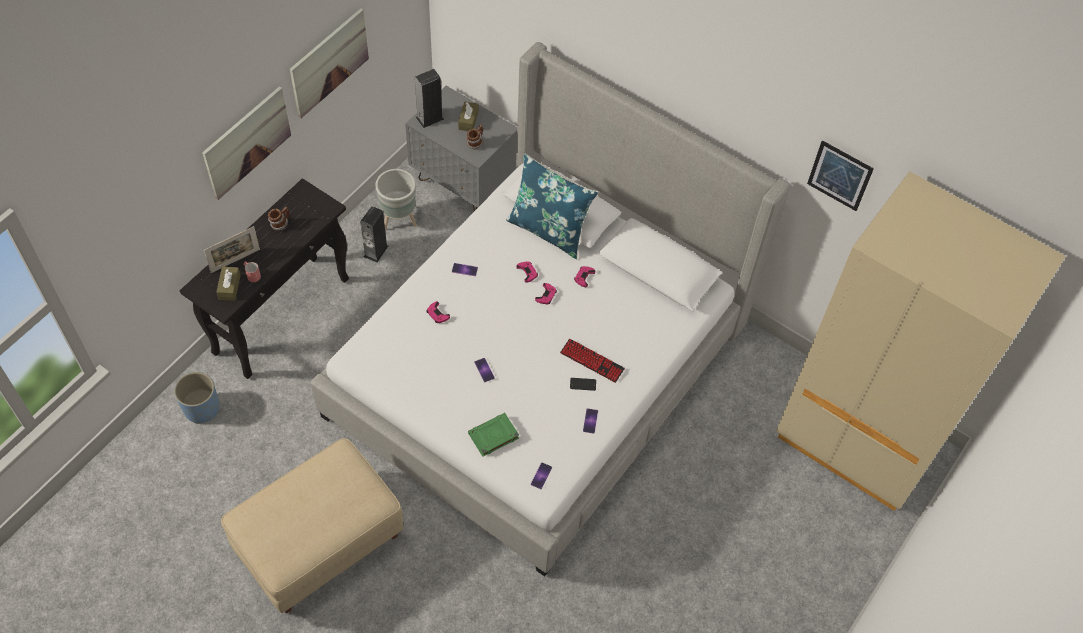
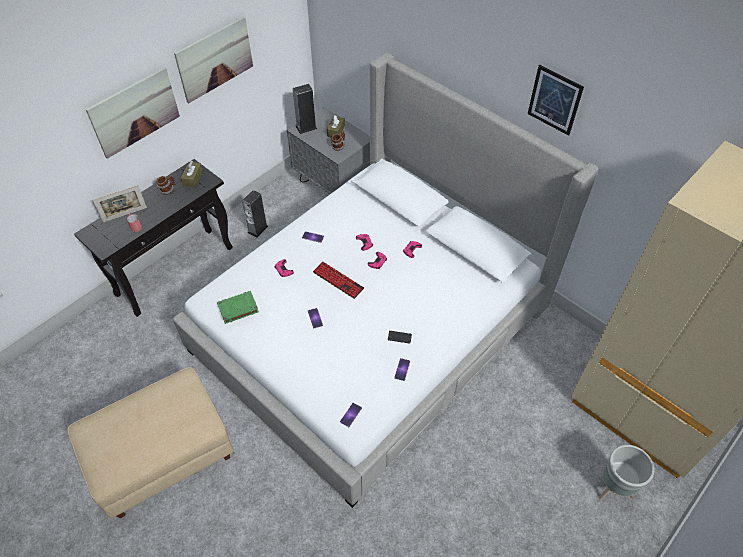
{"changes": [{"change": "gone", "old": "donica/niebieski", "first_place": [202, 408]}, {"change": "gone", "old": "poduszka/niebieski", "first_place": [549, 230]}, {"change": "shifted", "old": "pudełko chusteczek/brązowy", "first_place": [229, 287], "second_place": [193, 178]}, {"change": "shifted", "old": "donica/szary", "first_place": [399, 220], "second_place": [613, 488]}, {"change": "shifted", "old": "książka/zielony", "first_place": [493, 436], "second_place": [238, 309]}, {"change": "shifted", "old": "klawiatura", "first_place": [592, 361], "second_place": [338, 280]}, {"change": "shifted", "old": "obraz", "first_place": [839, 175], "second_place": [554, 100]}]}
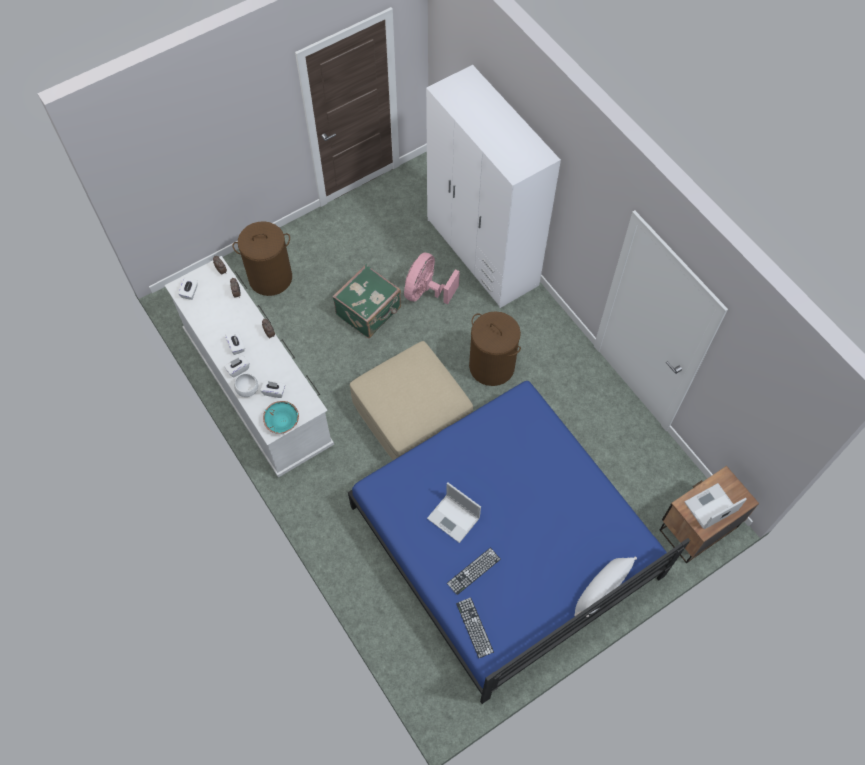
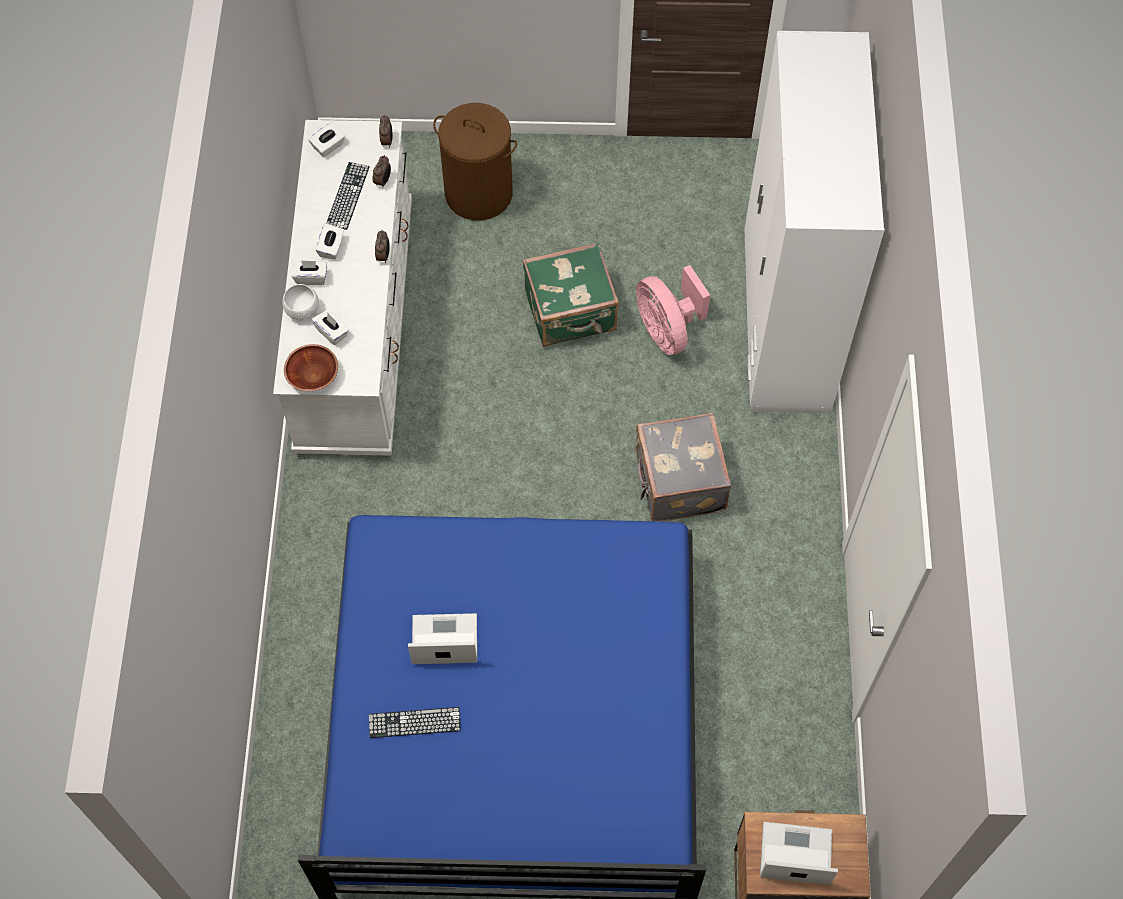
{"changes": [{"change": "gone", "old": "pufa/beżowy", "first_place": [412, 413]}, {"change": "gone", "old": "poduszka/biały", "first_place": [601, 589]}, {"change": "shifted", "old": "klawiatura", "first_place": [474, 627], "second_place": [348, 195]}, {"change": "swapped", "old": "kosz na pranie/brązowy", "new": "walizka/szary", "first_place": [492, 366], "second_place": [678, 482]}, {"change": "repainted", "old": "miska/turkusowy", "new": "miska/brązowy", "first_place": [282, 421], "second_place": [313, 375]}, {"change": "rotated", "old": "wentylator/różowy", "first_place": [426, 292], "second_place": [667, 330], "degrees": -90}, {"change": "rotated", "old": "laptop", "first_place": [454, 518], "second_place": [443, 640], "degrees": 105}]}
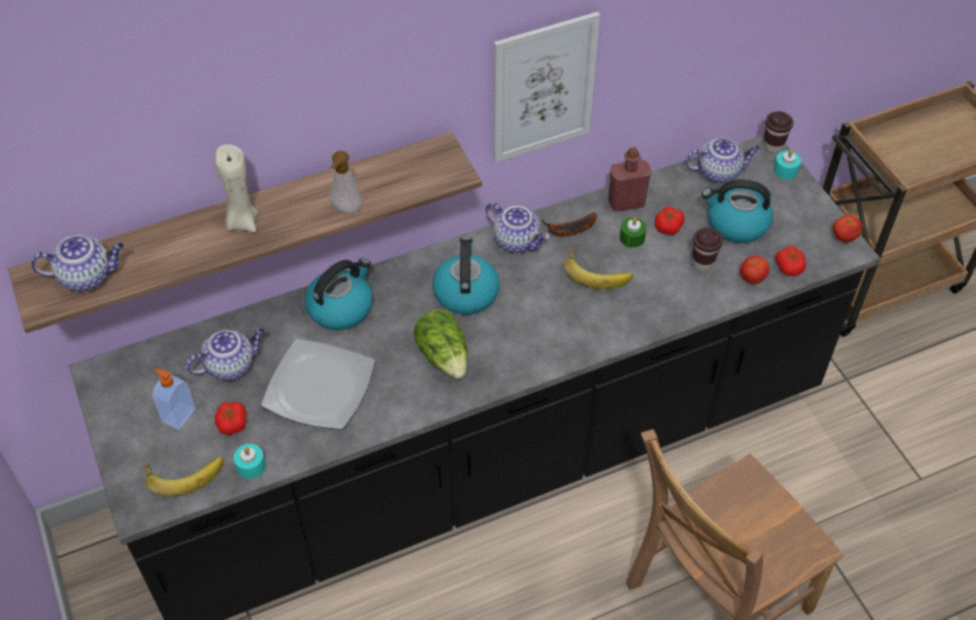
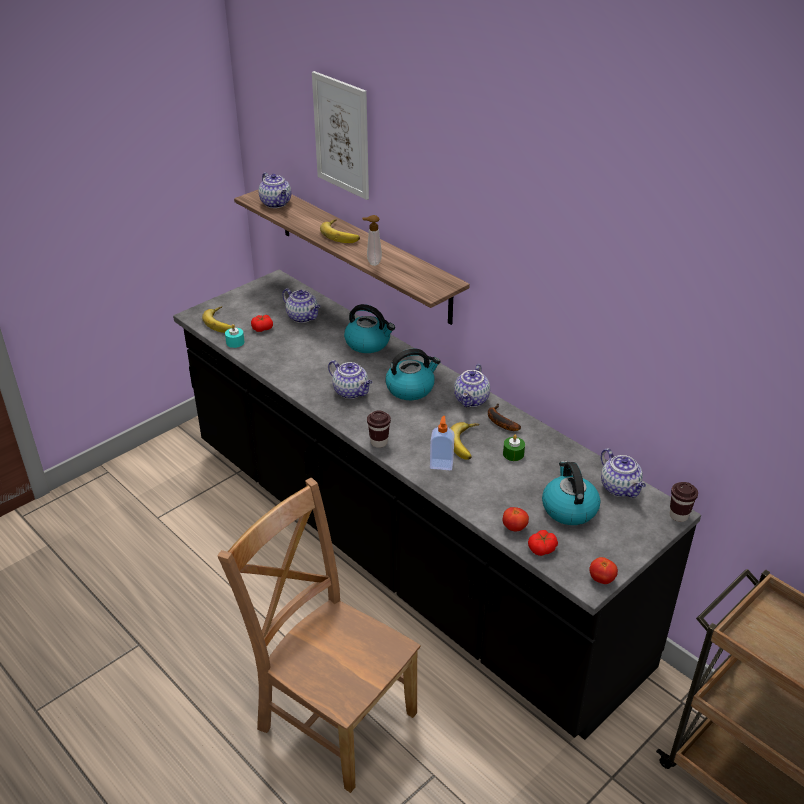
{"changes": [{"change": "gone", "old": "talerz", "first_place": [318, 388]}, {"change": "gone", "old": "butelka/czerwony", "first_place": [626, 203]}, {"change": "gone", "old": "pomidor", "first_place": [668, 226]}, {"change": "gone", "old": "świeca/turkusowy", "first_place": [785, 170]}, {"change": "shifted", "old": "dozownik mydła", "first_place": [178, 415], "second_place": [441, 464]}, {"change": "shifted", "old": "obraz", "first_place": [543, 88], "second_place": [341, 135]}, {"change": "shifted", "old": "filiżanka/brązowy", "first_place": [702, 263], "second_place": [379, 442]}, {"change": "swapped", "old": "świeca/beżowy", "new": "banan", "first_place": [242, 222], "second_place": [342, 234]}, {"change": "swapped", "old": "sałata", "new": "imbryk", "first_place": [444, 356], "second_place": [351, 392]}]}
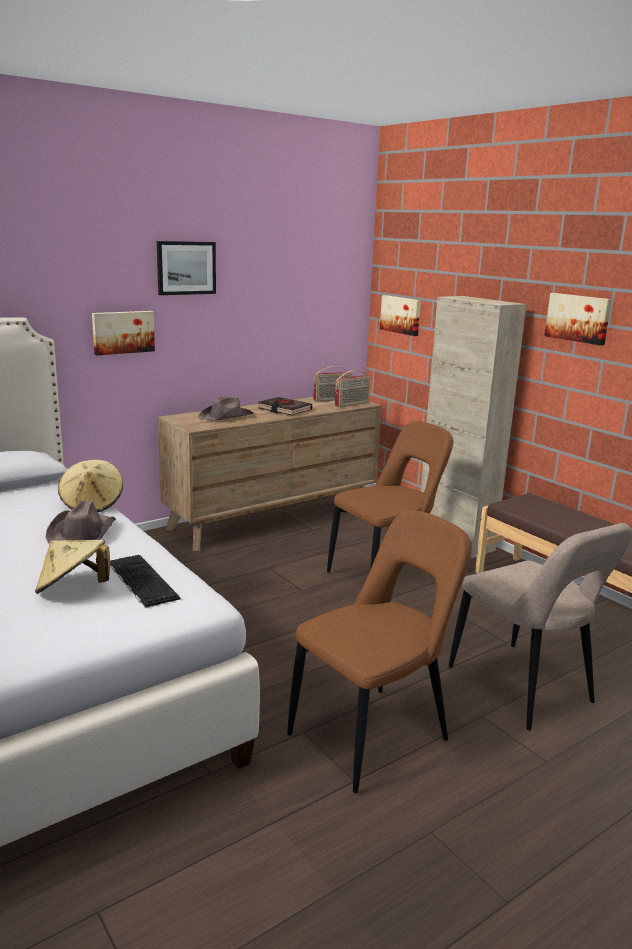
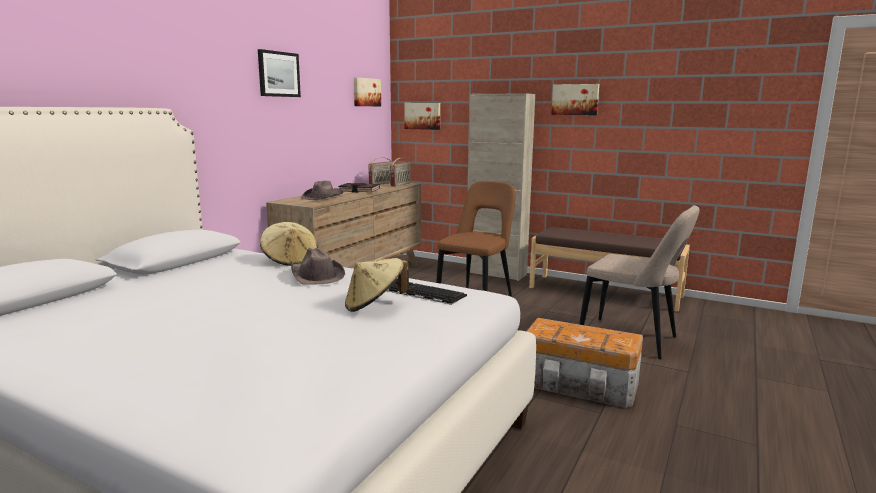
{"changes": [{"change": "shifted", "old": "obraz", "first_place": [123, 332], "second_place": [366, 92]}, {"change": "swapped", "old": "krzesło/brązowy", "new": "pojemnik do przechowywania", "first_place": [374, 734], "second_place": [580, 385]}]}
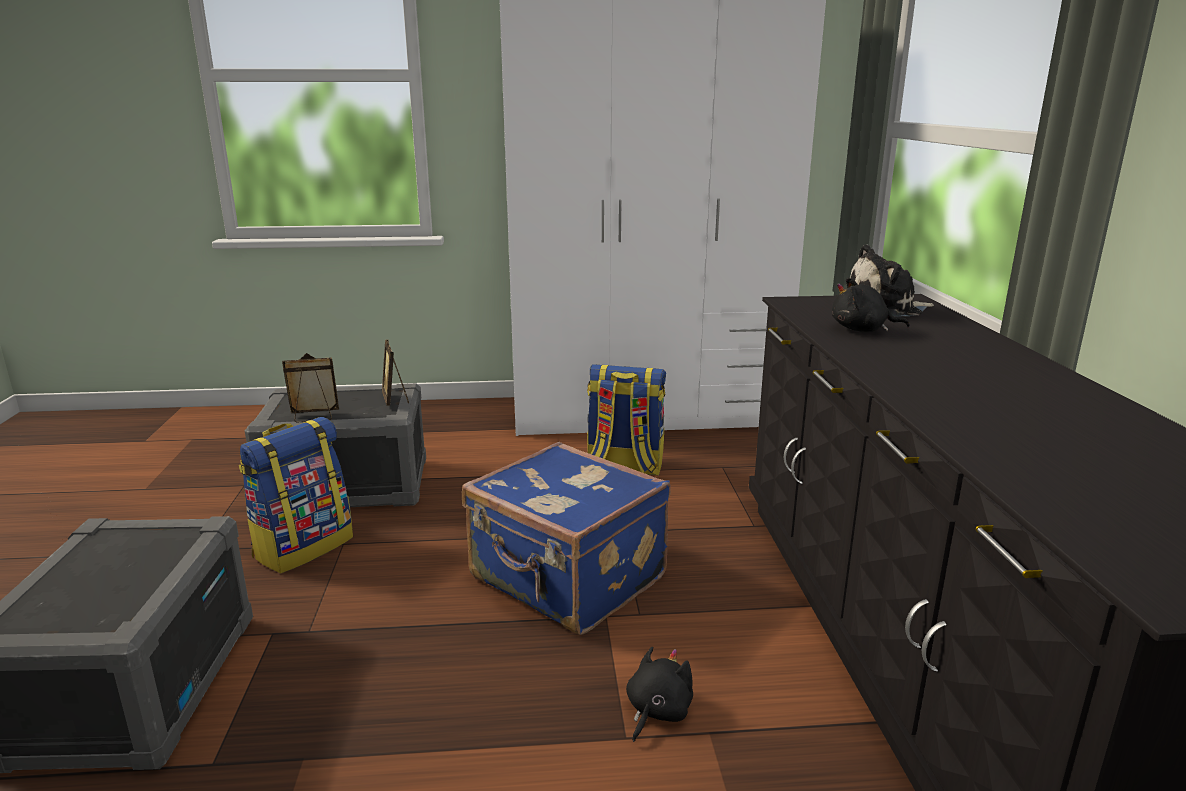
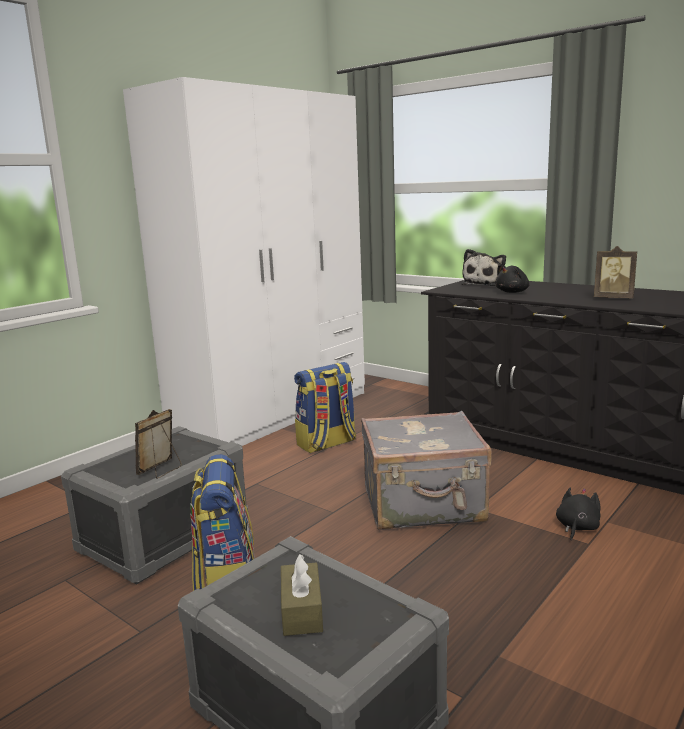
{"changes": [{"change": "new", "new": "pudełko chusteczek/brązowy", "second_place": [302, 611]}, {"change": "shifted", "old": "ramka na zdjęcie", "first_place": [395, 399], "second_place": [613, 298]}, {"change": "repainted", "old": "walizka/niebieski", "new": "walizka/szary", "first_place": [567, 580], "second_place": [424, 505]}, {"change": "rotated", "old": "pluszak/czarny", "first_place": [657, 711], "second_place": [577, 527], "degrees": 45}]}
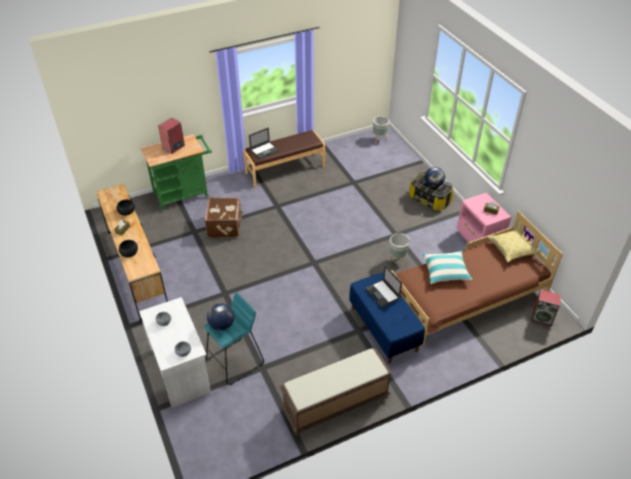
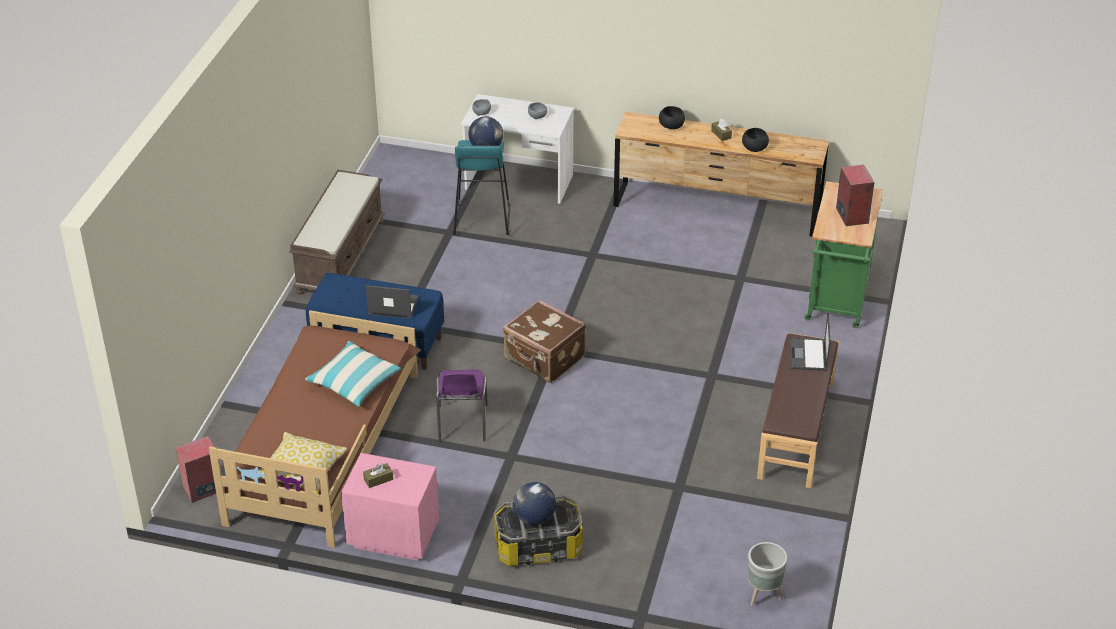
{"changes": [{"change": "shifted", "old": "walizka/brązowy", "first_place": [225, 226], "second_place": [544, 359]}, {"change": "swapped", "old": "donica/szary", "new": "krzesło/fioletowy", "first_place": [397, 261], "second_place": [462, 424]}]}
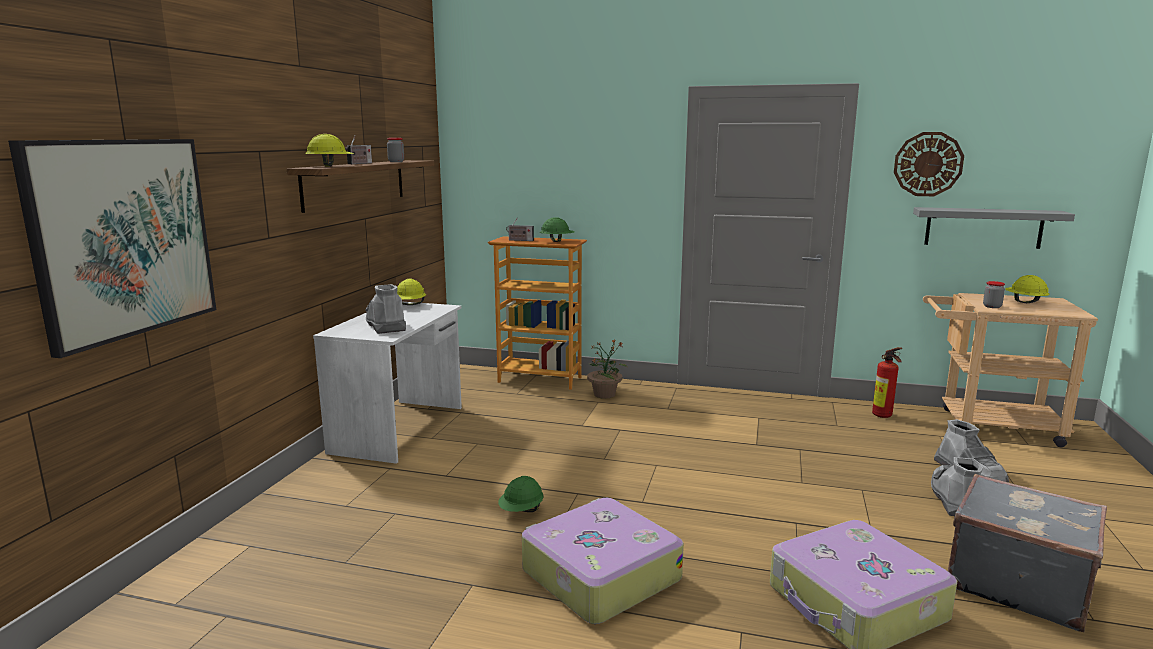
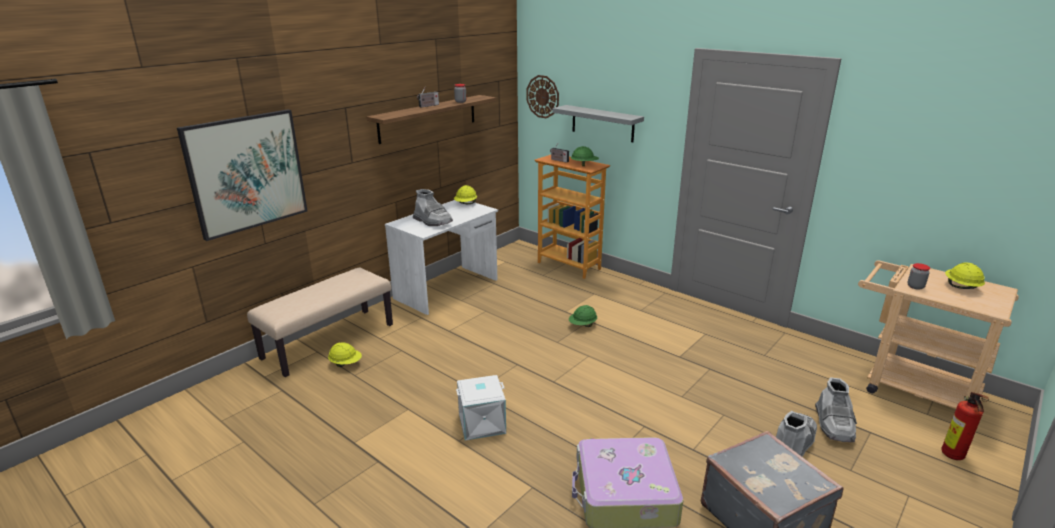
{"changes": [{"change": "gone", "old": "roślina doniczkowa", "first_place": [605, 394]}, {"change": "new", "new": "ławka/beżowy", "second_place": [329, 341]}, {"change": "shifted", "old": "kask/żółty", "first_place": [331, 166], "second_place": [346, 363]}, {"change": "shifted", "old": "kask/zielony", "first_place": [521, 511], "second_place": [582, 325]}, {"change": "shifted", "old": "gaśnica", "first_place": [883, 416], "second_place": [953, 456]}, {"change": "shifted", "old": "zegar ścienny", "first_place": [928, 164], "second_place": [542, 96]}, {"change": "shifted", "old": "półka/szary", "first_place": [983, 227], "second_place": [602, 123]}, {"change": "swapped", "old": "walizka", "new": "pojemnik do przechowywania/biały", "first_place": [599, 575], "second_place": [481, 424]}, {"change": "rotated", "old": "but z cholewką/szary", "first_place": [385, 325], "second_place": [433, 221], "degrees": 135}]}
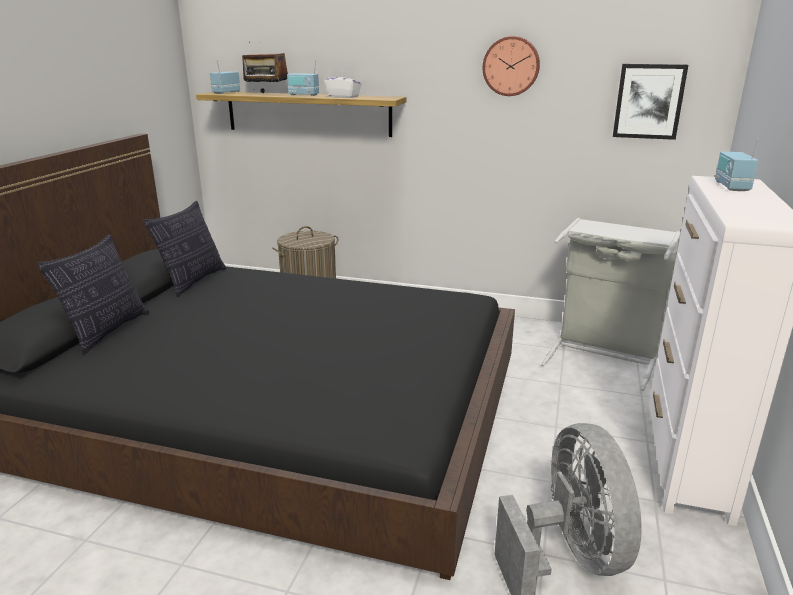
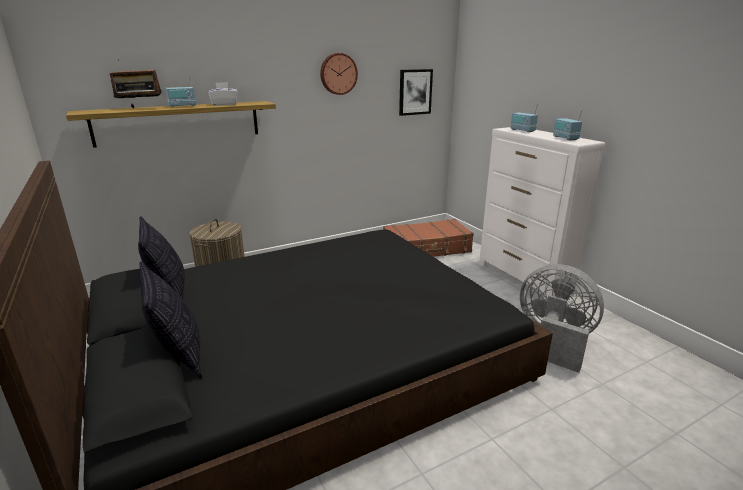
{"changes": [{"change": "shifted", "old": "radio", "first_place": [226, 92], "second_place": [565, 138]}, {"change": "swapped", "old": "kosz na pranie/szary", "new": "walizka/brązowy", "first_place": [603, 356], "second_place": [427, 249]}]}
